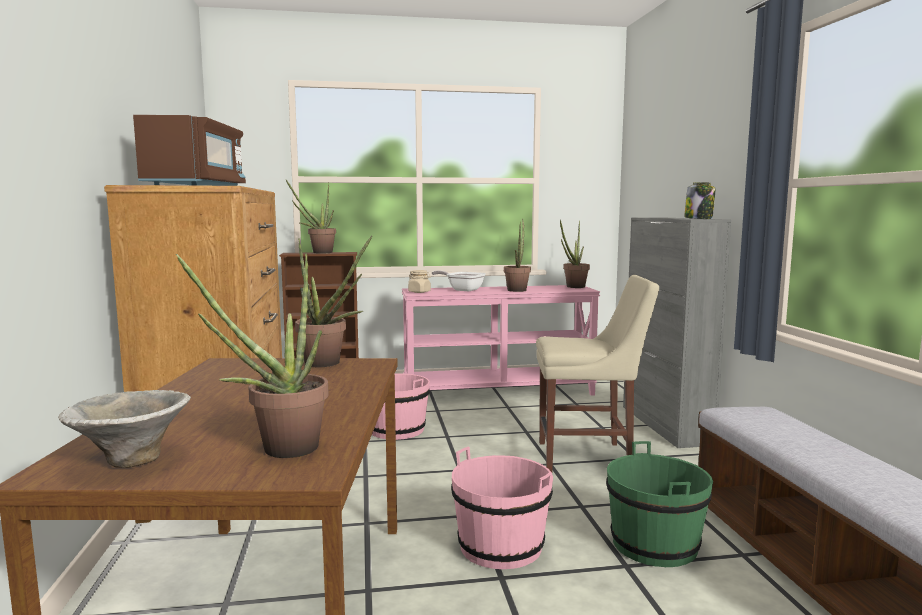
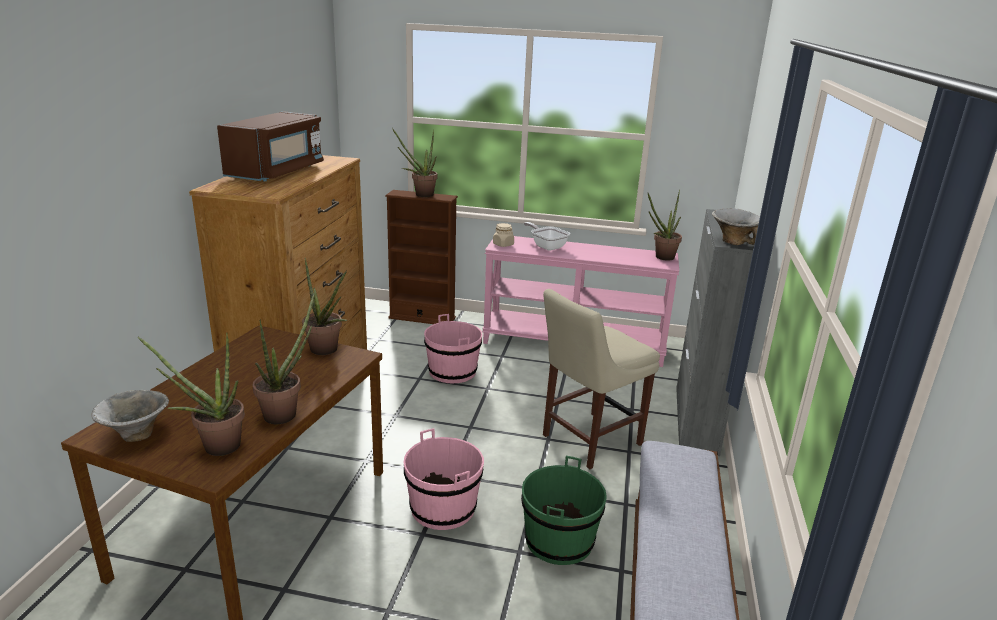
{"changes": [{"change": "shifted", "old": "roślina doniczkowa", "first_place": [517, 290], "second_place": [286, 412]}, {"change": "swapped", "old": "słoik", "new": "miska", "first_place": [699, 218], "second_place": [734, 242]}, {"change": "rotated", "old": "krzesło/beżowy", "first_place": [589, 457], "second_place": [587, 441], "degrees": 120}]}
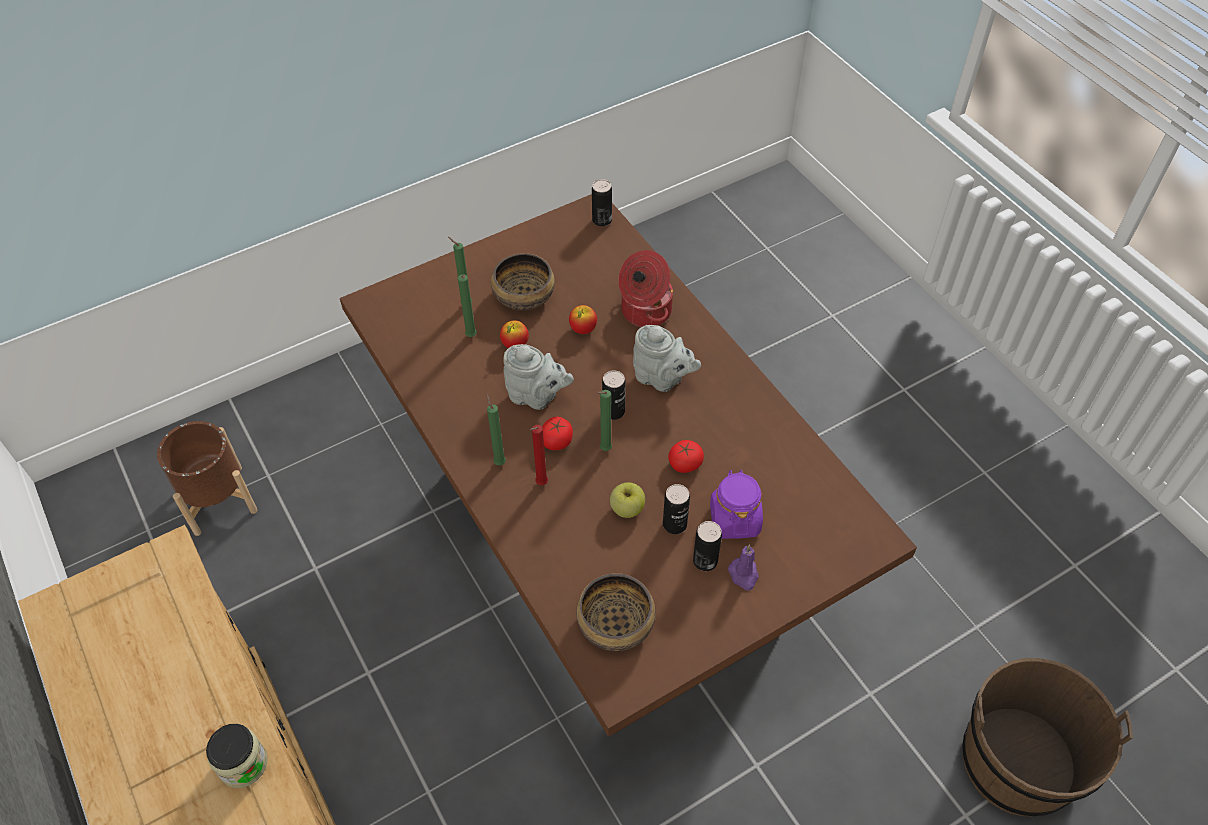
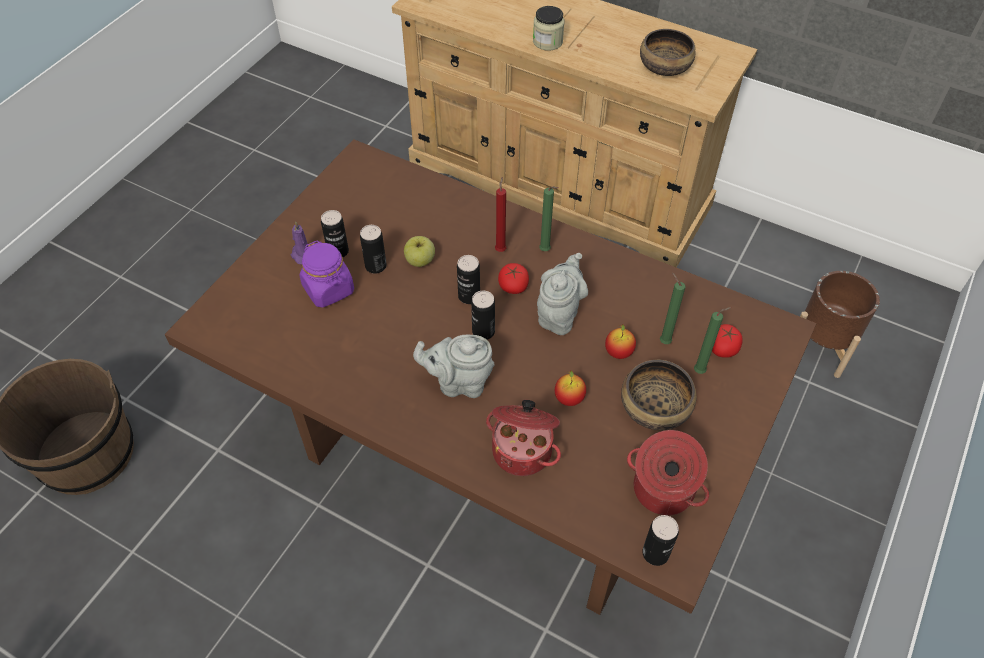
{"changes": [{"change": "new", "new": "garnek", "second_place": [662, 490]}, {"change": "shifted", "old": "miska", "first_place": [615, 624], "second_place": [664, 66]}, {"change": "shifted", "old": "pomidor", "first_place": [685, 463], "second_place": [723, 348]}, {"change": "swapped", "old": "świeca/zielony", "new": "puszka", "first_place": [604, 450], "second_place": [469, 296]}, {"change": "rotated", "old": "imbryk/szary", "first_place": [536, 396], "second_place": [559, 314], "degrees": 120}]}
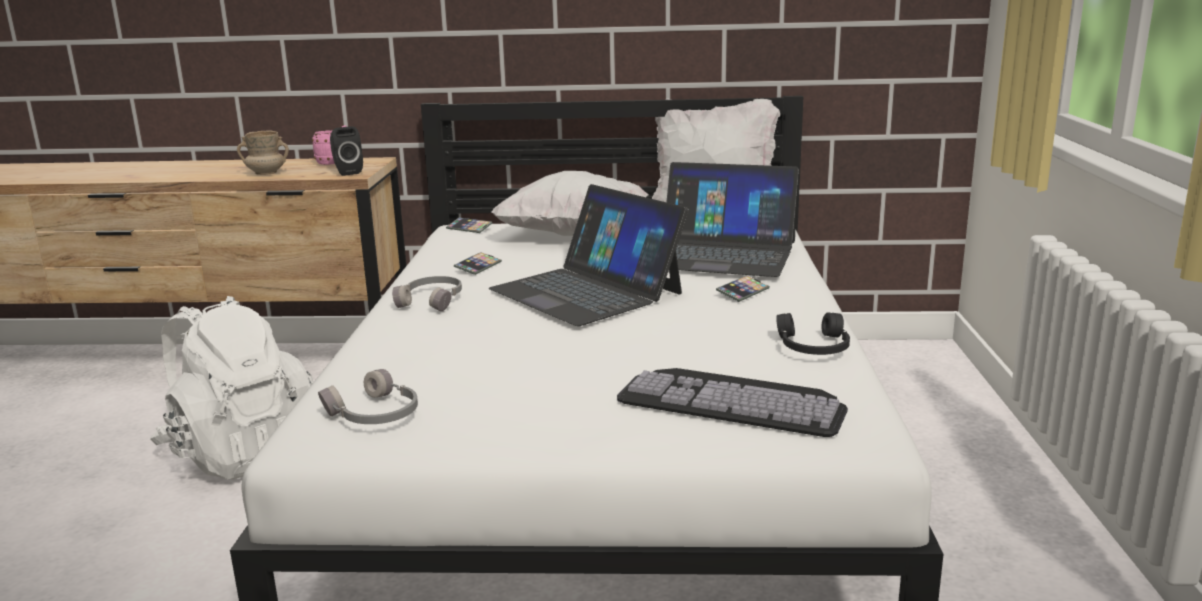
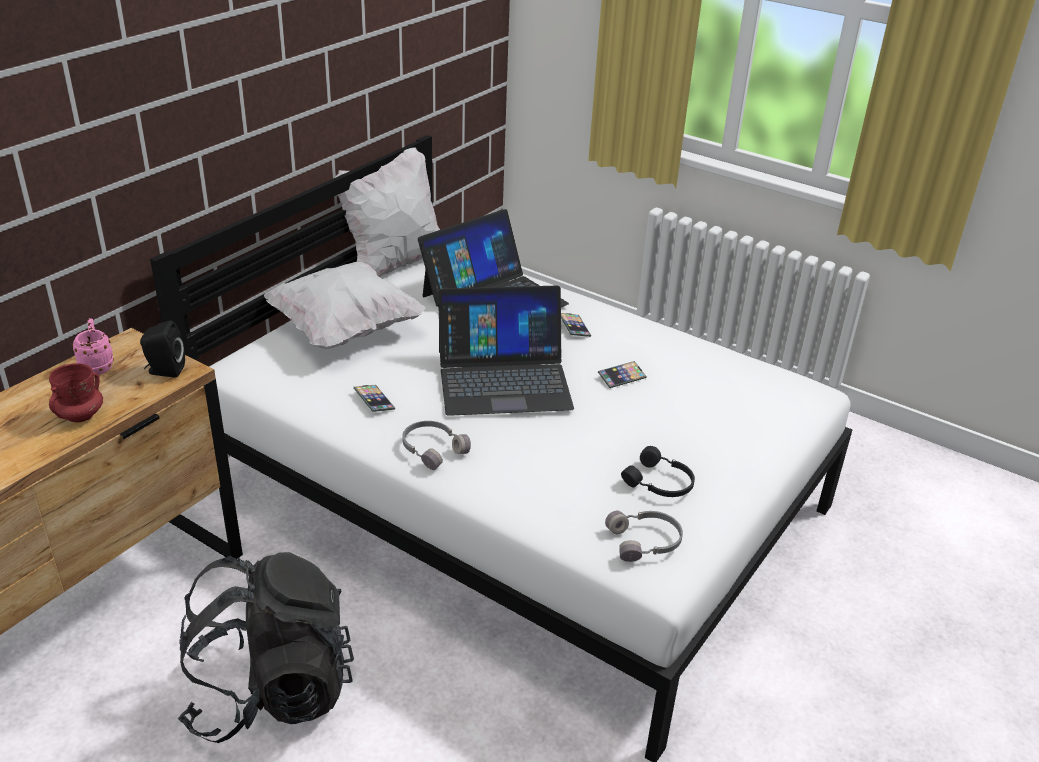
{"changes": [{"change": "gone", "old": "klawiatura", "first_place": [735, 399]}, {"change": "shifted", "old": "telefon", "first_place": [469, 228], "second_place": [622, 377]}, {"change": "shifted", "old": "słuchawki/czarny", "first_place": [812, 347], "second_place": [659, 483]}, {"change": "repainted", "old": "plecak/biały", "new": "plecak/czarny", "first_place": [240, 453], "second_place": [270, 691]}, {"change": "repainted", "old": "kubek/beżowy", "new": "kubek/czerwony", "first_place": [266, 173], "second_place": [80, 416]}]}
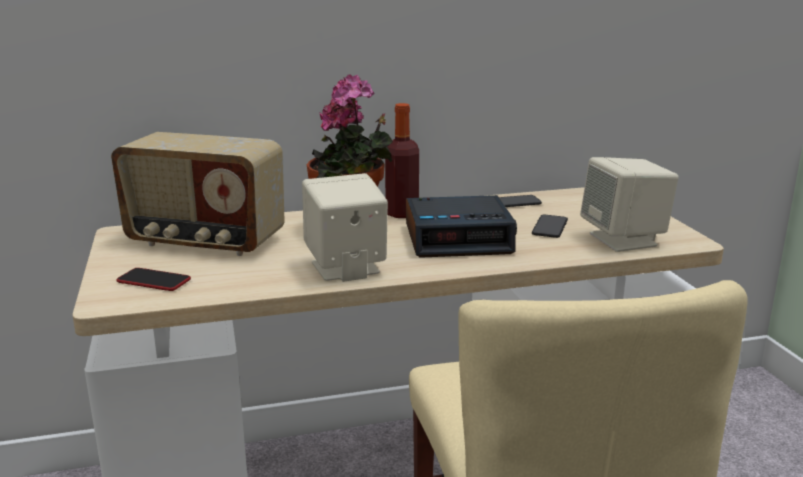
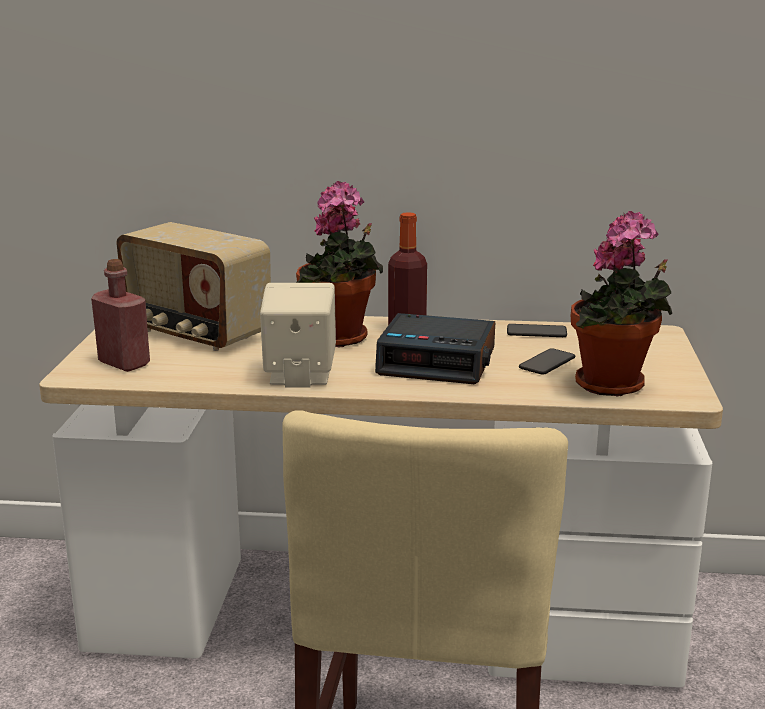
{"changes": [{"change": "swapped", "old": "telefon", "new": "butelka/czerwony", "first_place": [154, 281], "second_place": [124, 363]}, {"change": "swapped", "old": "głośnik/beżowy", "new": "roślina doniczkowa", "first_place": [624, 240], "second_place": [614, 386]}]}
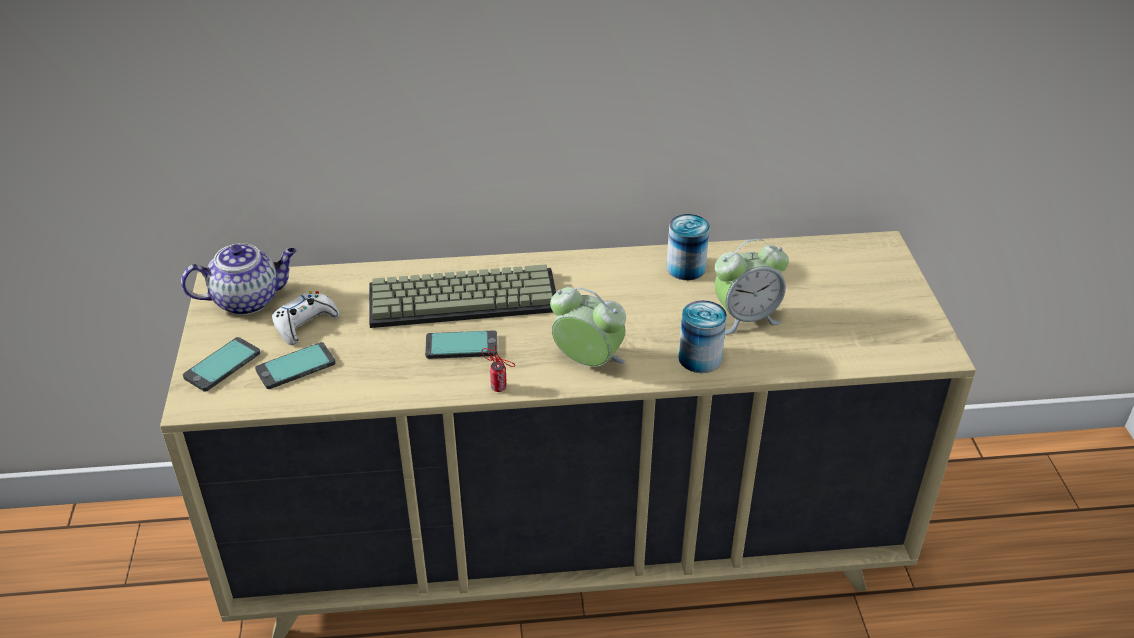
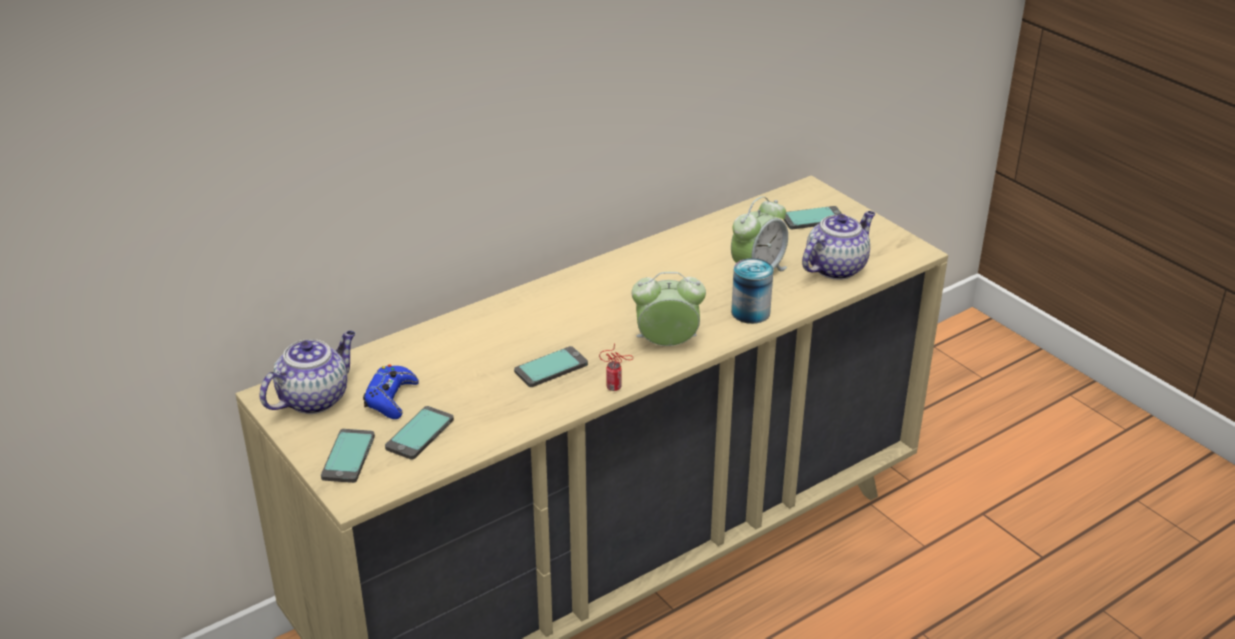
{"changes": [{"change": "gone", "old": "klawiatura", "first_place": [465, 297]}, {"change": "gone", "old": "puszka", "first_place": [685, 268]}, {"change": "new", "new": "telefon", "second_place": [813, 219]}, {"change": "new", "new": "imbryk", "second_place": [836, 267]}, {"change": "repainted", "old": "pad do gier/biały", "new": "pad do gier/niebieski", "first_place": [305, 324], "second_place": [391, 398]}]}
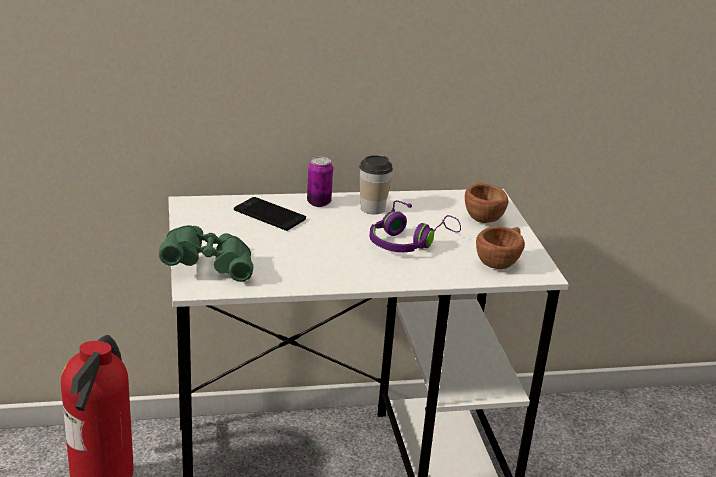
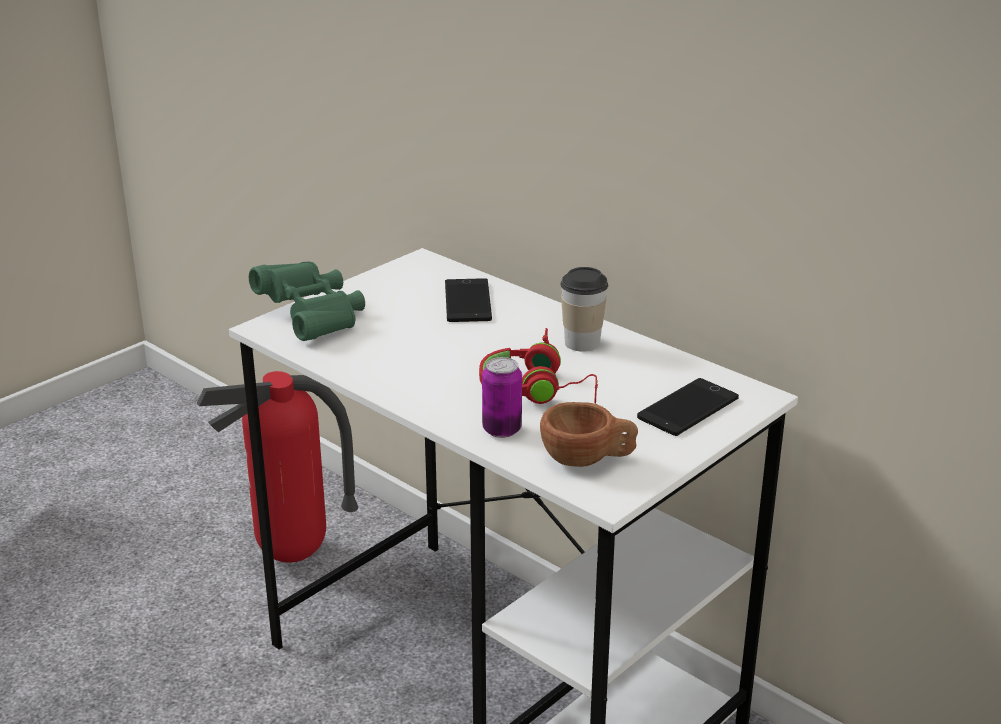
{"changes": [{"change": "shifted", "old": "puszka", "first_place": [319, 203], "second_place": [502, 430]}, {"change": "swapped", "old": "filiżanka/brązowy", "new": "telefon", "first_place": [481, 216], "second_place": [688, 408]}, {"change": "repainted", "old": "słuchawki/fioletowy", "new": "słuchawki/czerwony", "first_place": [409, 242], "second_place": [538, 390]}]}
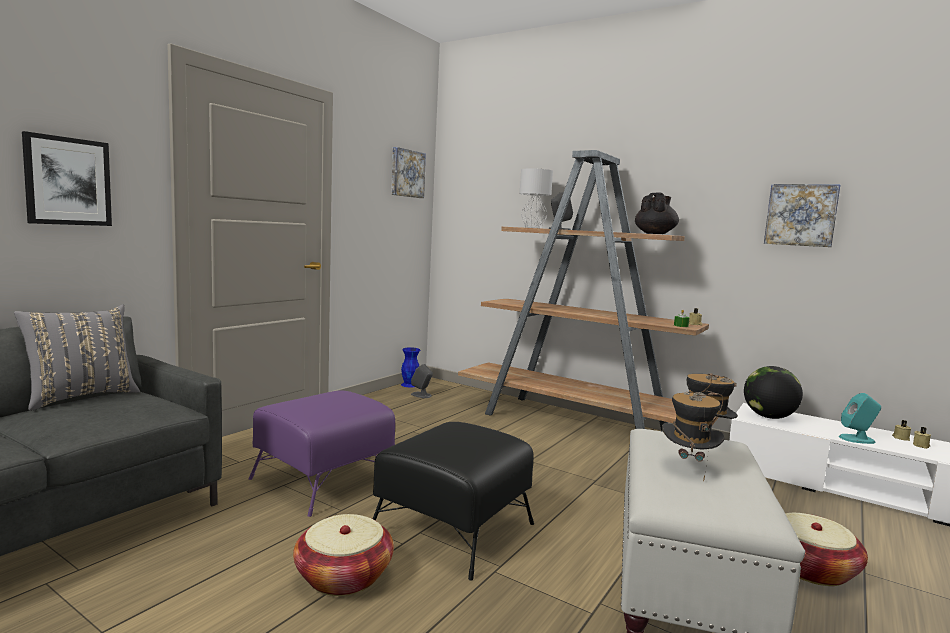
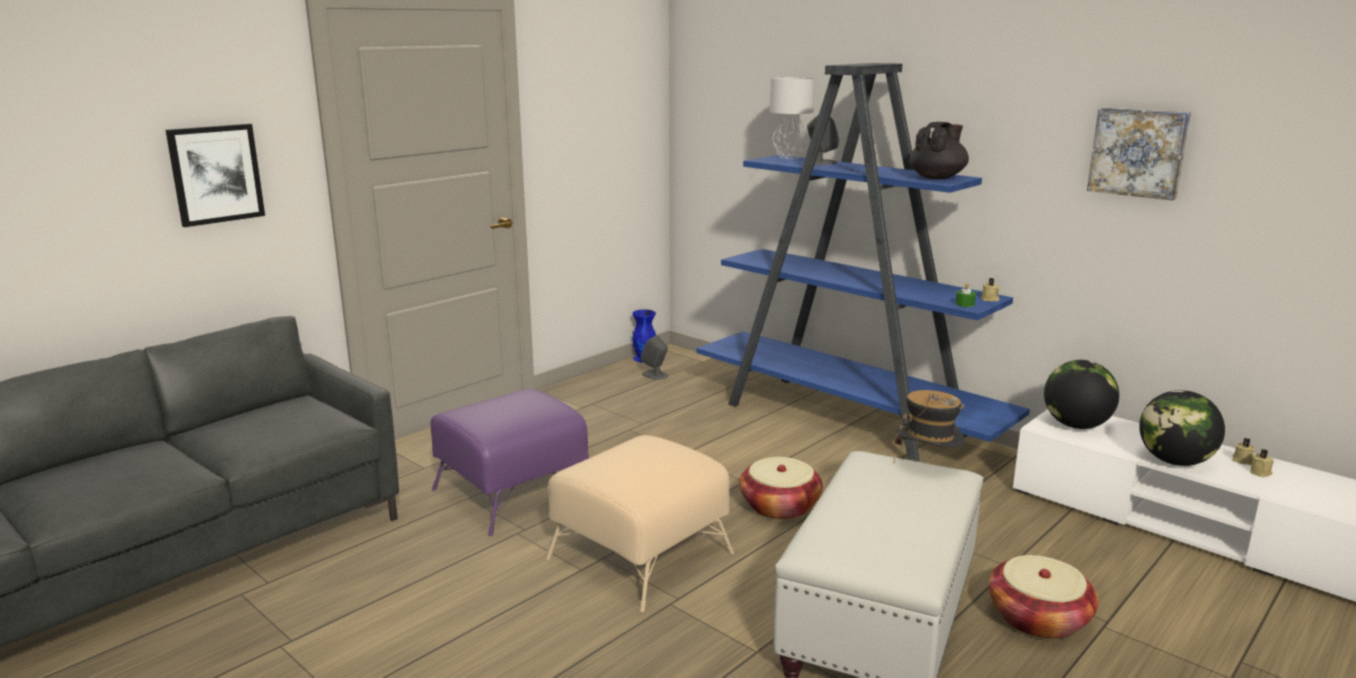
{"changes": [{"change": "gone", "old": "poduszka/szary", "first_place": [81, 397]}, {"change": "gone", "old": "obraz", "first_place": [406, 173]}, {"change": "gone", "old": "kapelusz", "first_place": [688, 467]}, {"change": "shifted", "old": "koszyk", "first_place": [343, 576], "second_place": [779, 507]}, {"change": "swapped", "old": "głośnik/turkusowy", "new": "globus", "first_place": [857, 439], "second_place": [1175, 461]}, {"change": "repainted", "old": "pufa/czarny", "new": "pufa/beżowy", "first_place": [451, 529], "second_place": [639, 556]}, {"change": "repainted", "old": "regał/brązowy", "new": "regał/niebieski", "first_place": [578, 424], "second_place": [847, 421]}]}
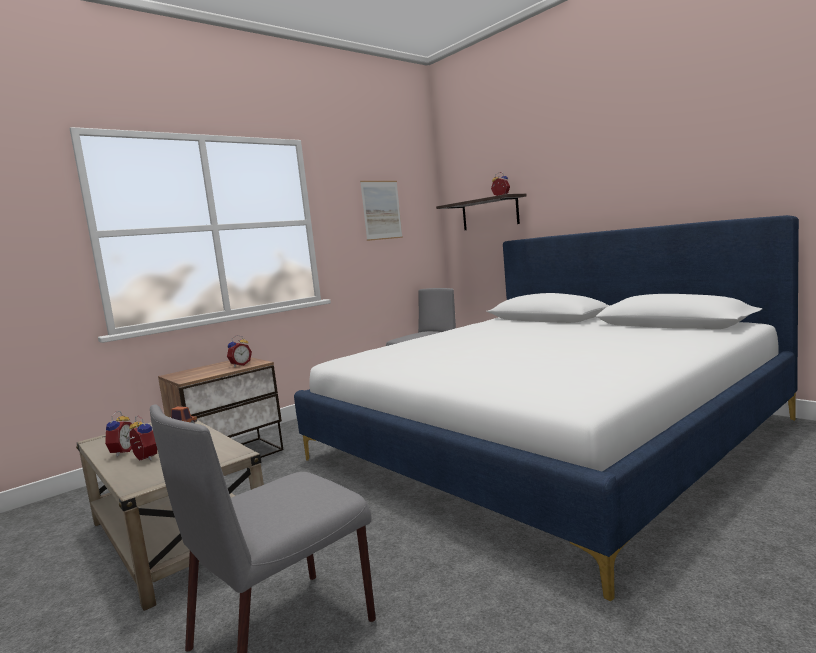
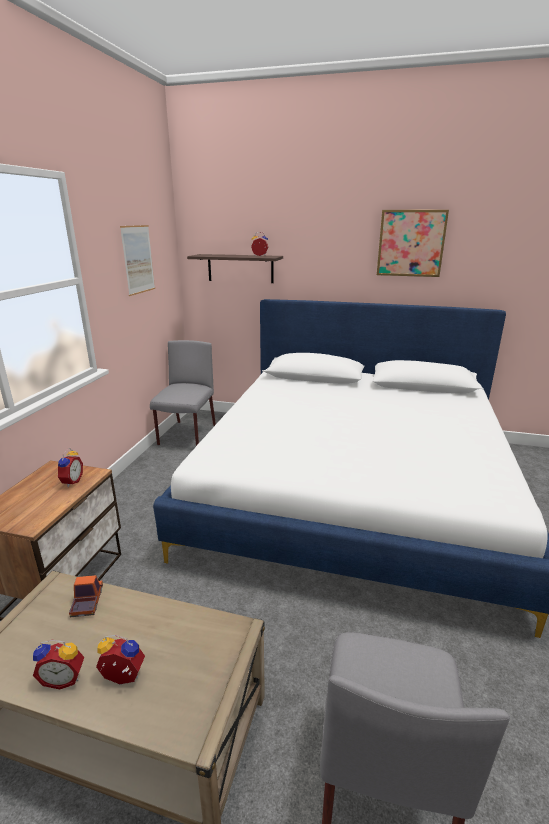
{"changes": [{"change": "new", "new": "obraz", "second_place": [411, 243]}, {"change": "rotated", "old": "budzik", "first_place": [121, 452], "second_place": [64, 678], "degrees": 120}]}
